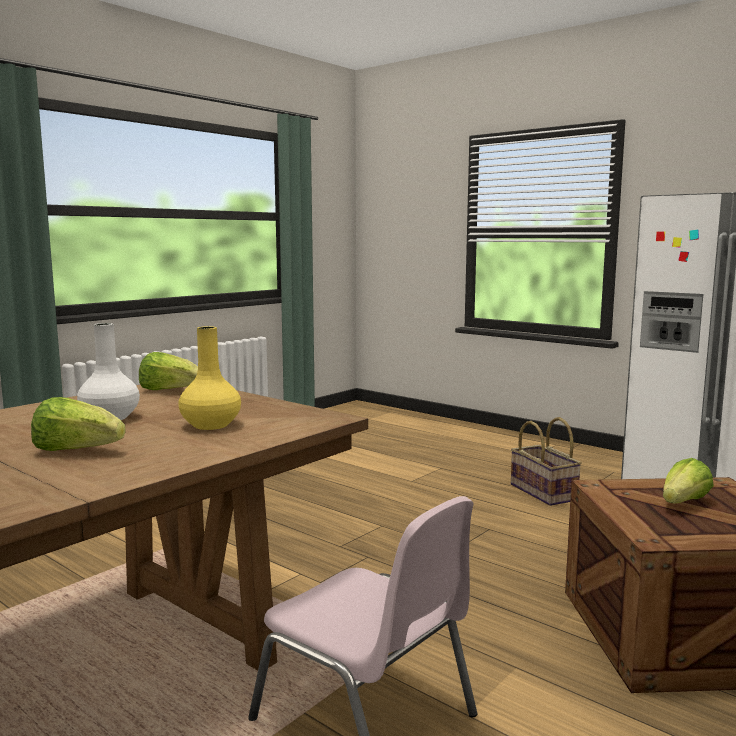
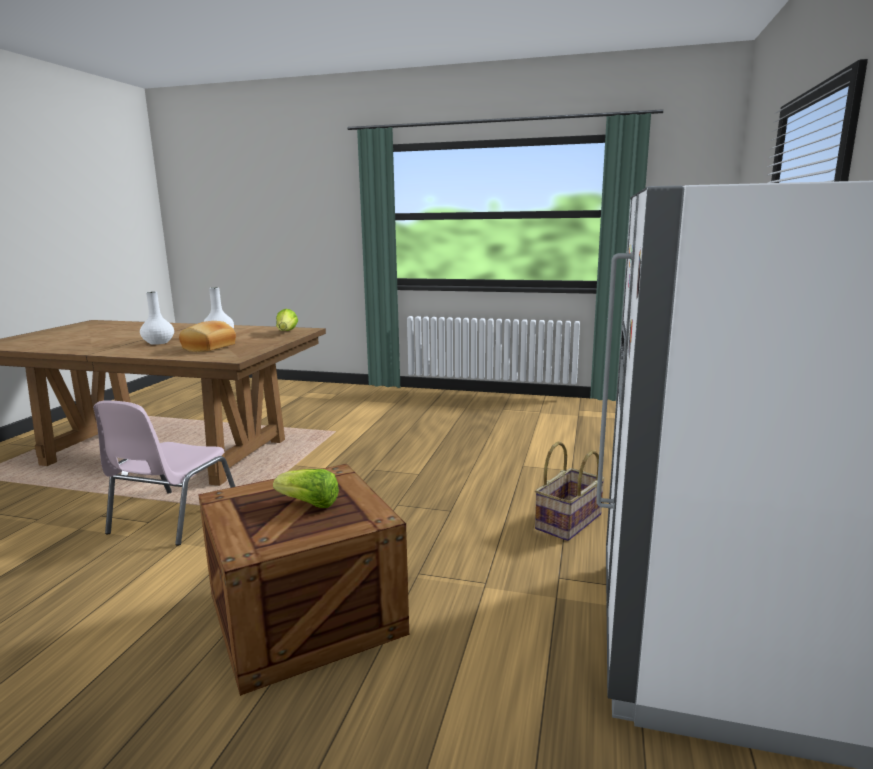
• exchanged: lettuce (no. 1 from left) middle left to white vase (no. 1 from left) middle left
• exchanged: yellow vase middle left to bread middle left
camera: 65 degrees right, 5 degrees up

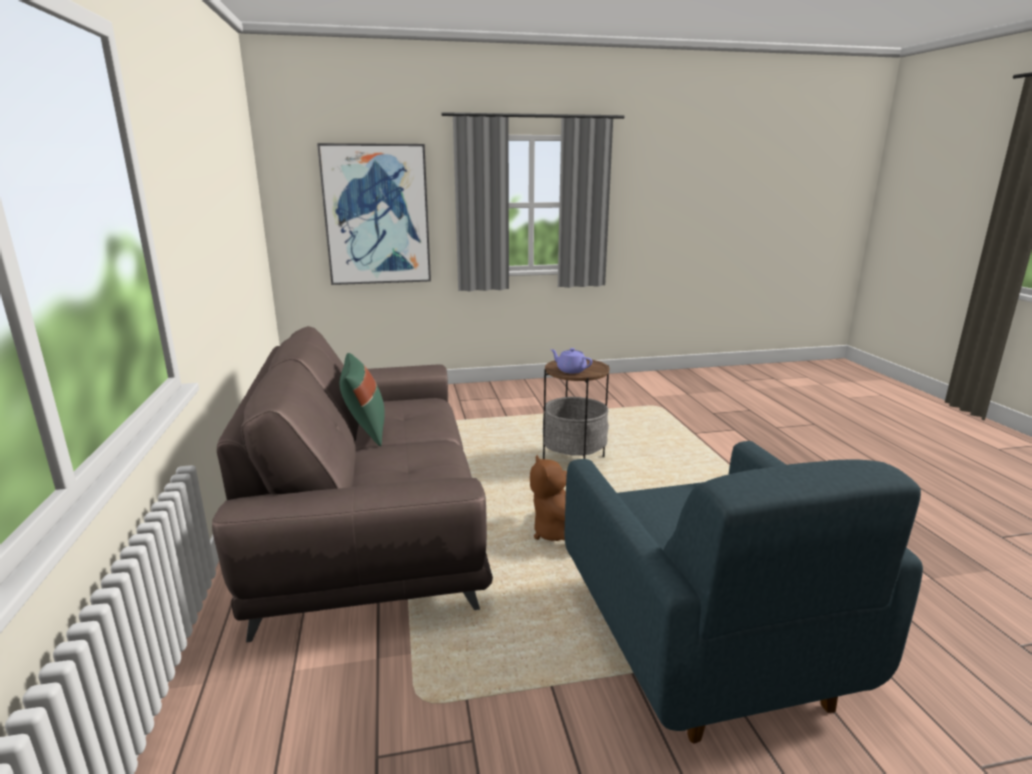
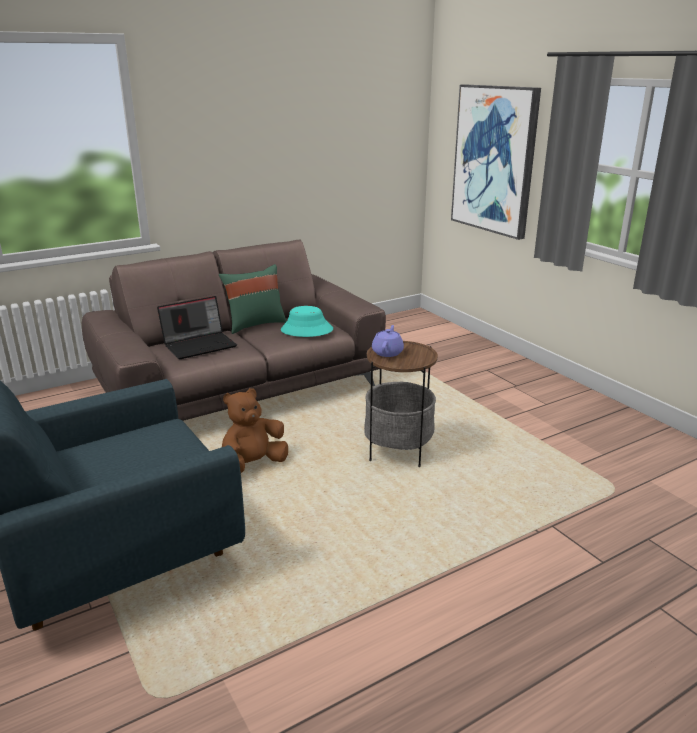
• appeared: laptop middle left
• appeared: turquoise hat centre
camera: 70 degrees right, 5 degrees up

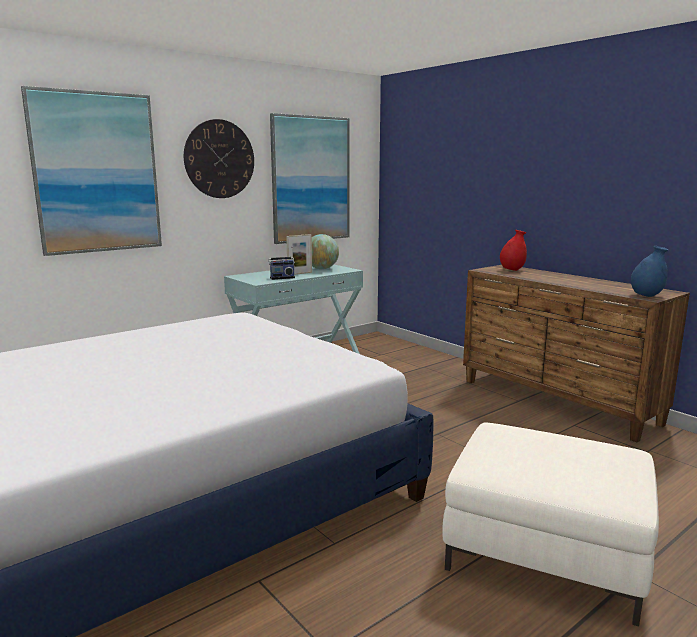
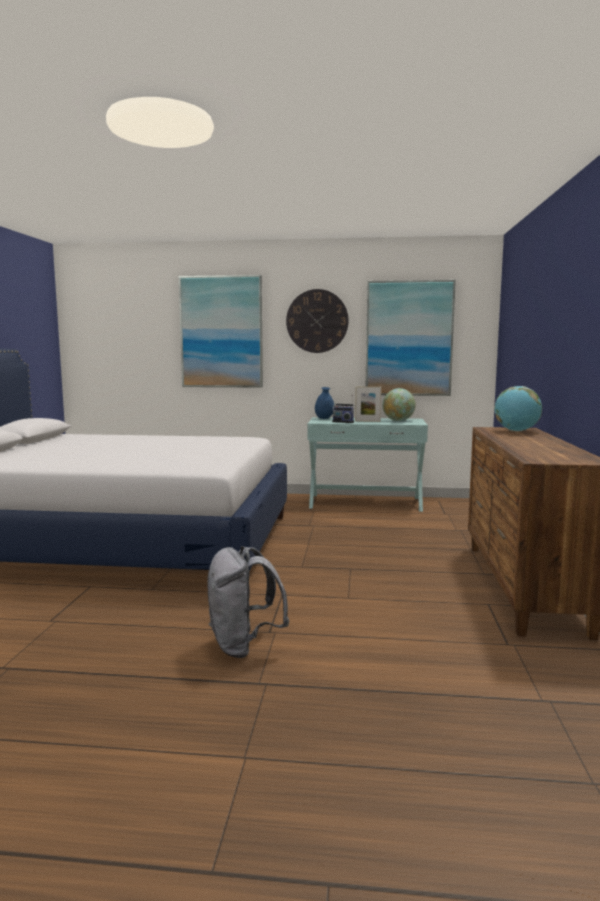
• exchanged: white ottoman bottom right to grey backpack bottom centre
• relocated: blue vase middle right to centre
• exchanged: red vase middle right to globe (no. 2 from left) middle right
camera: 45 degrees right, 5 degrees down

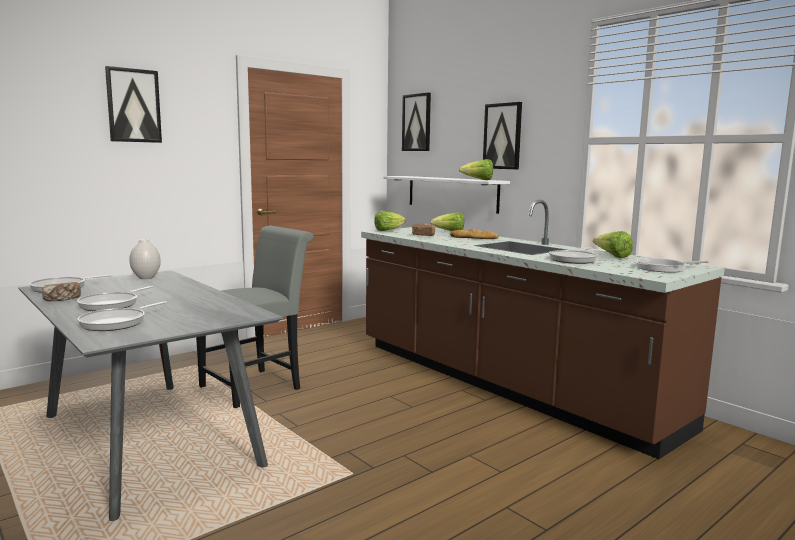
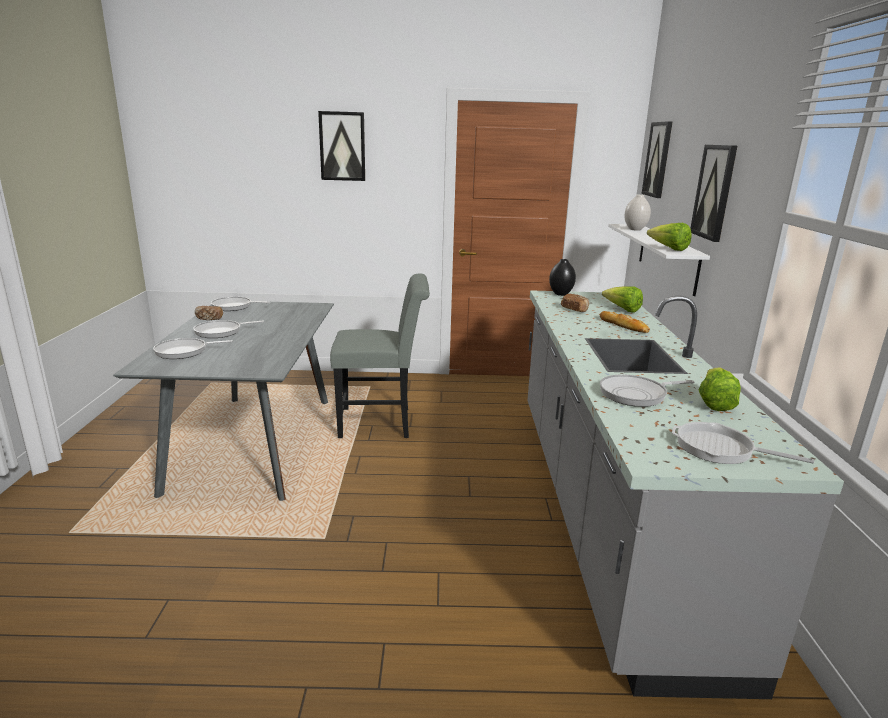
• colour: brown counter middle right to grey counter bottom right
• exchanged: lettuce (no. 1 from left) centre to black vase centre
• relocated: white vase middle left to top right
camera: 40 degrees right, 10 degrees up

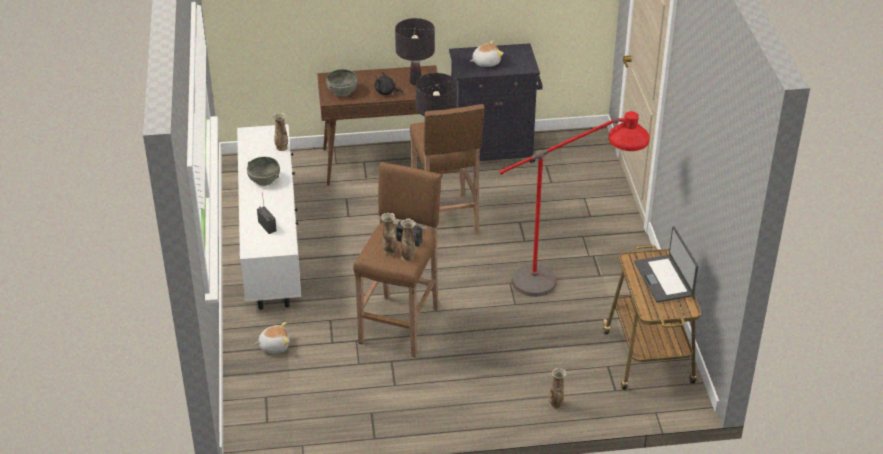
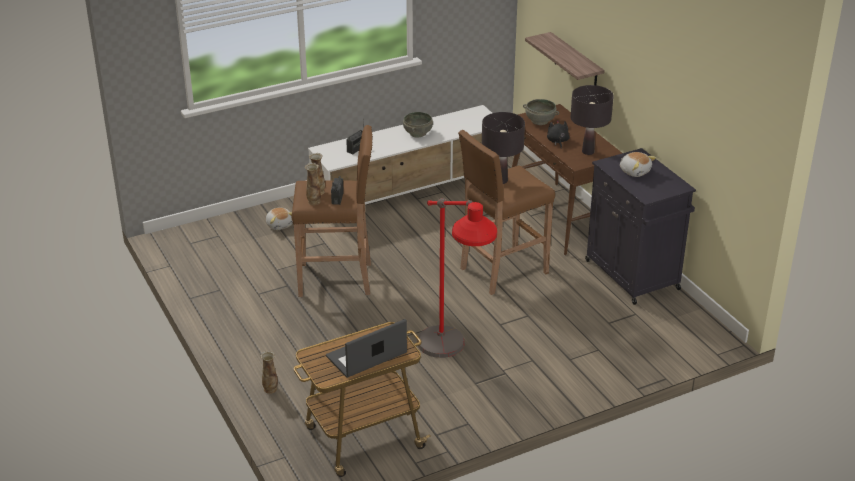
• appeared: shelf top centre
• missing: vase (no. 1 from left) top left
camera: 70 degrees right, 5 degrees down

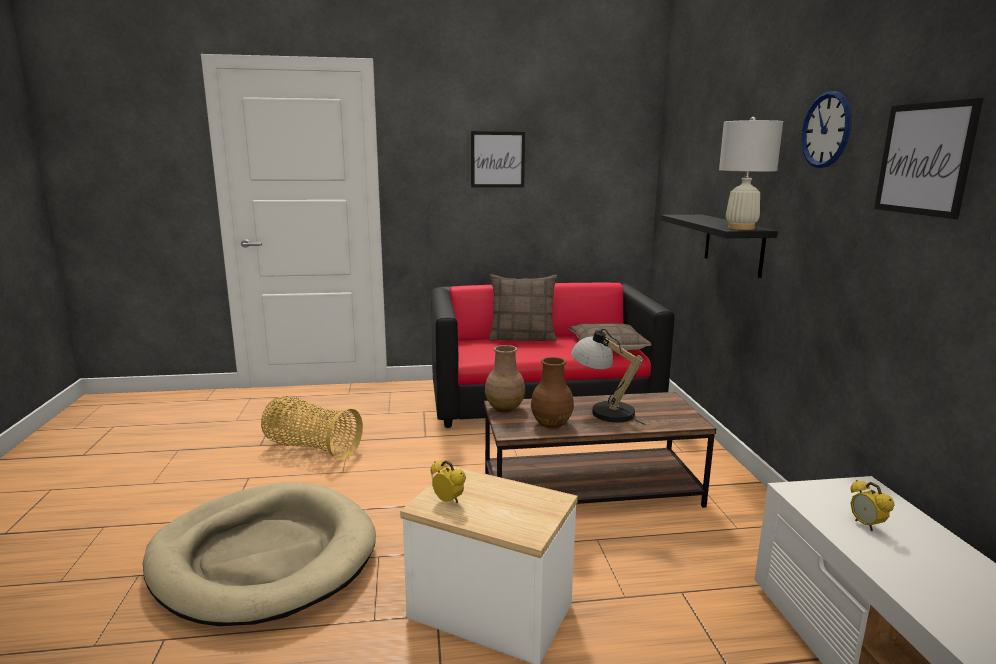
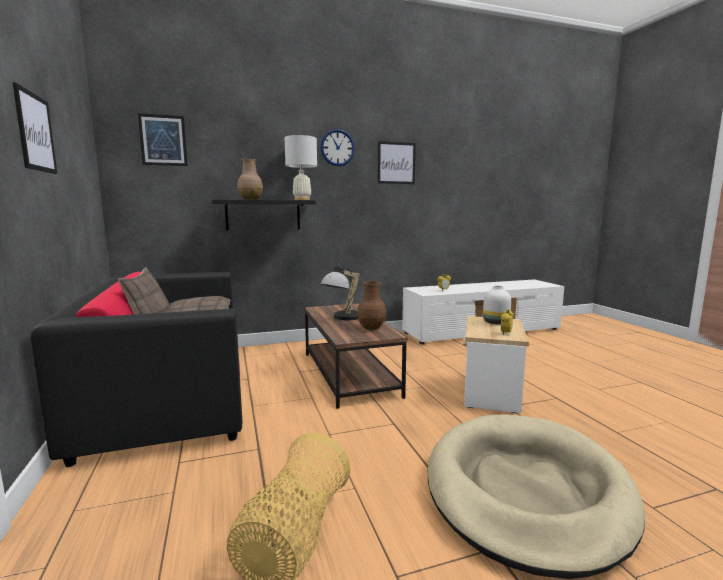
• appeared: picture (no. 2 from left) top left
• relocated: brown vase (no. 1 from left) centre to top centre
• appeared: white vase middle right
camera: 100 degrees left, 5 degrees down

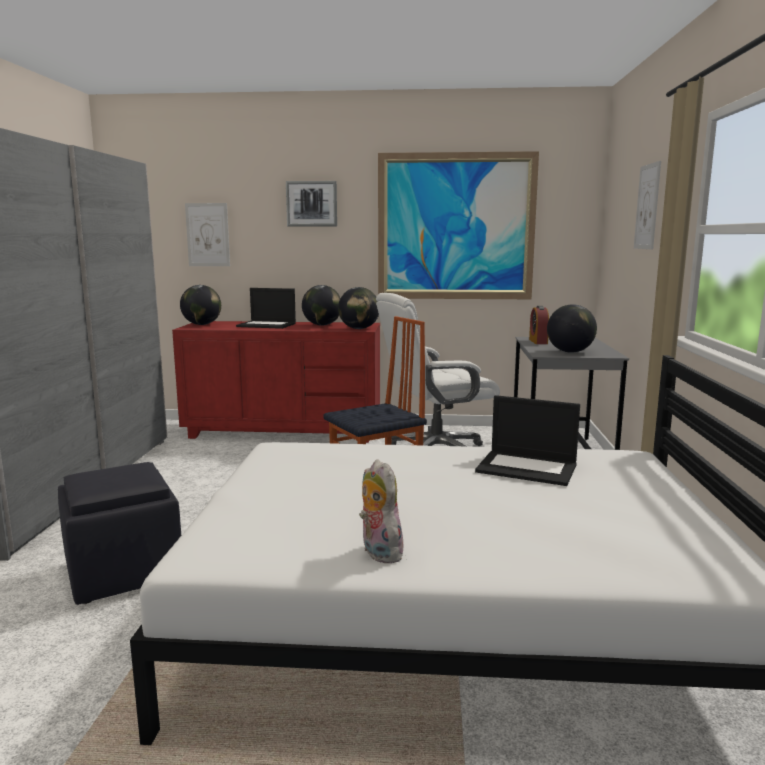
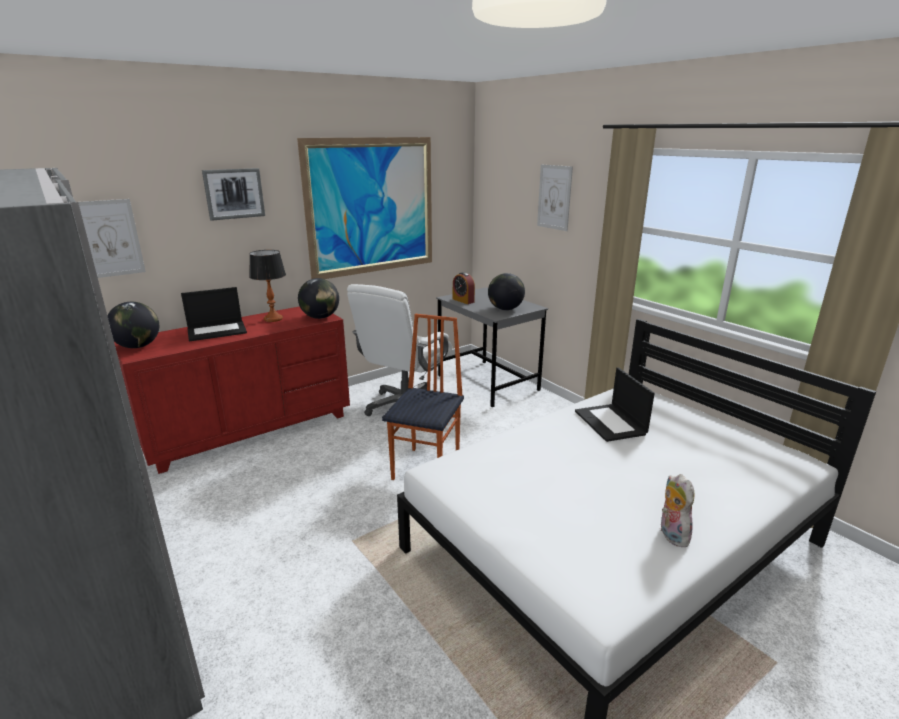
• exchanged: globe (no. 2 from left) centre to table lamp middle left
• spun: laptop (no. 2 from left) middle right = middle right 90 degrees clockwise
• spun: plush toy bottom centre = bottom right 60 degrees clockwise
• missing: black ottoman bottom left
camera: 40 degrees left, 10 degrees up

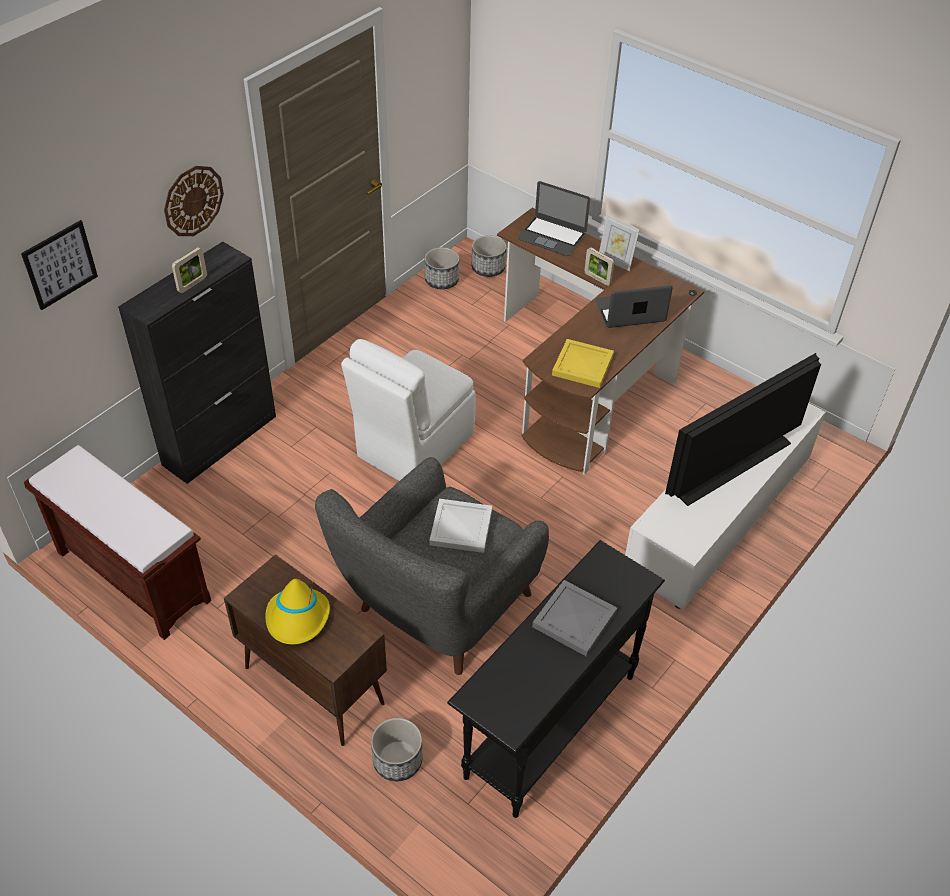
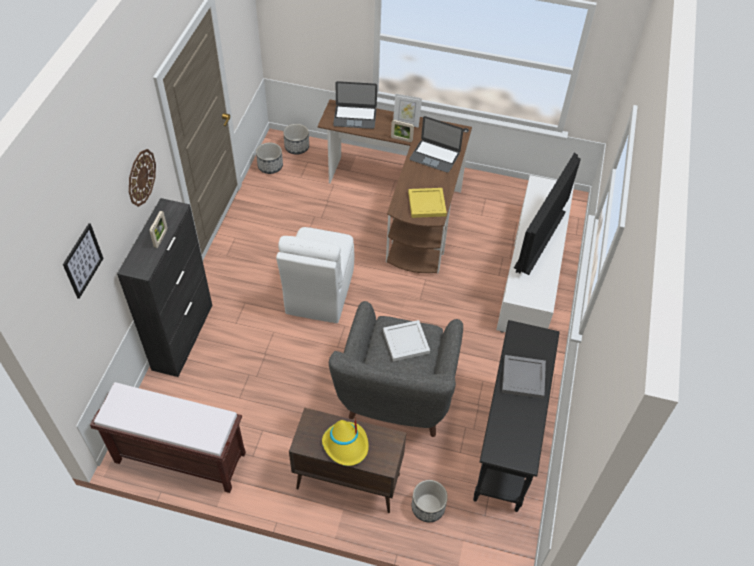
• spun: laptop (no. 2 from left) middle right = top centre 120 degrees counterclockwise
camera: 25 degrees left, 5 degrees up

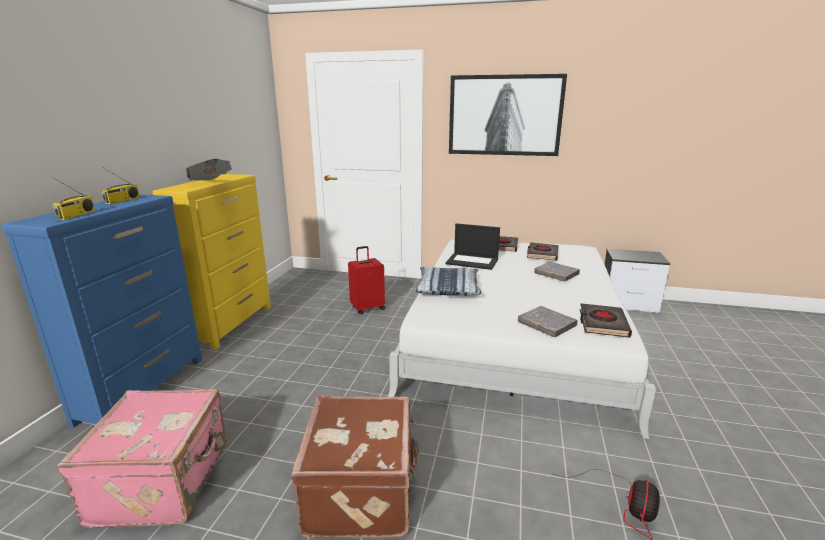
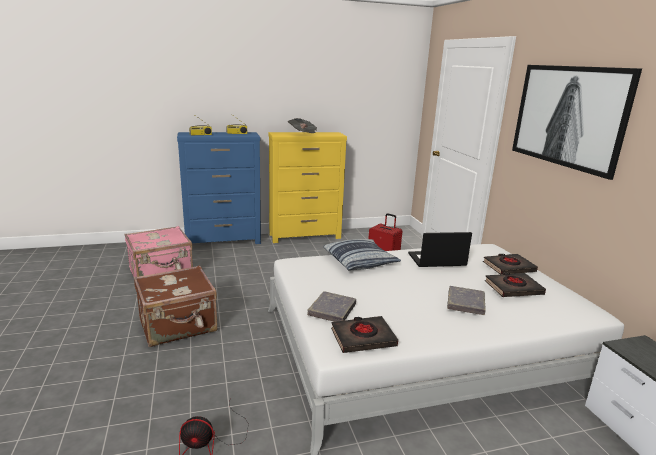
• spun: laptop centre = middle right 90 degrees clockwise
camera: 60 degrees right, 0 degrees up

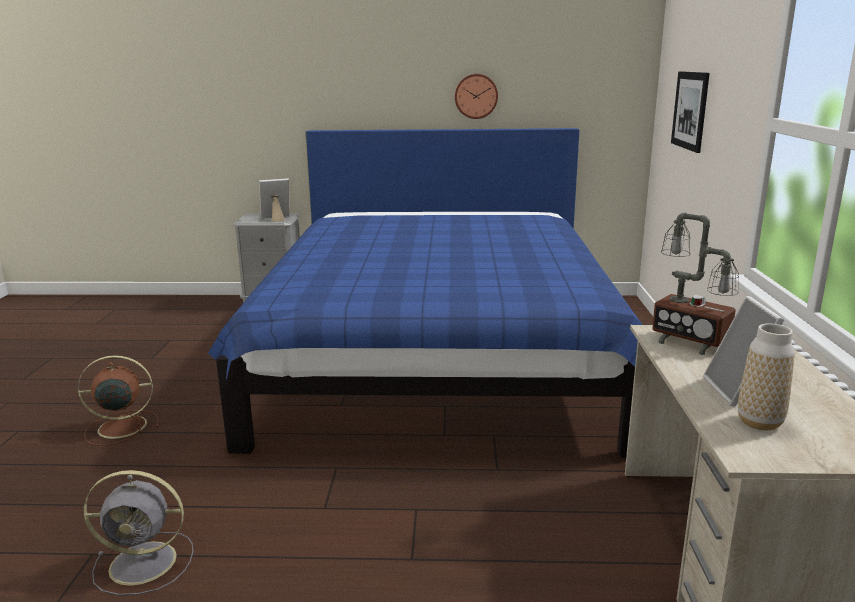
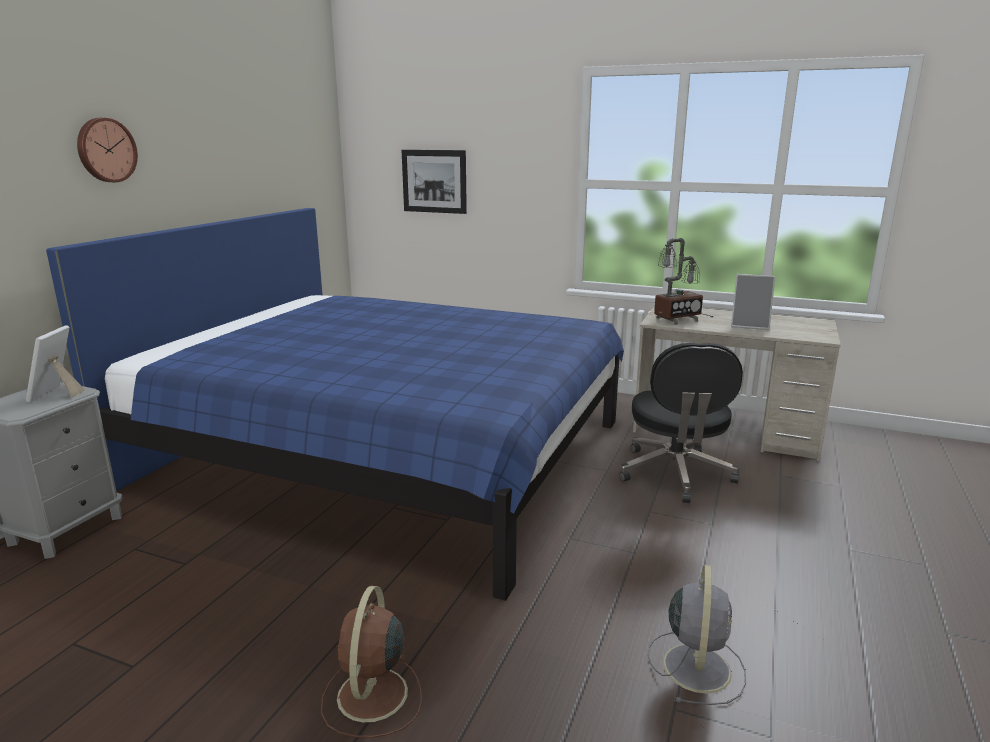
• relocated: wall clock top centre to top left
• appeared: black office chair middle right
• missing: vase middle right
camera: 70 degrees left, 0 degrees up

